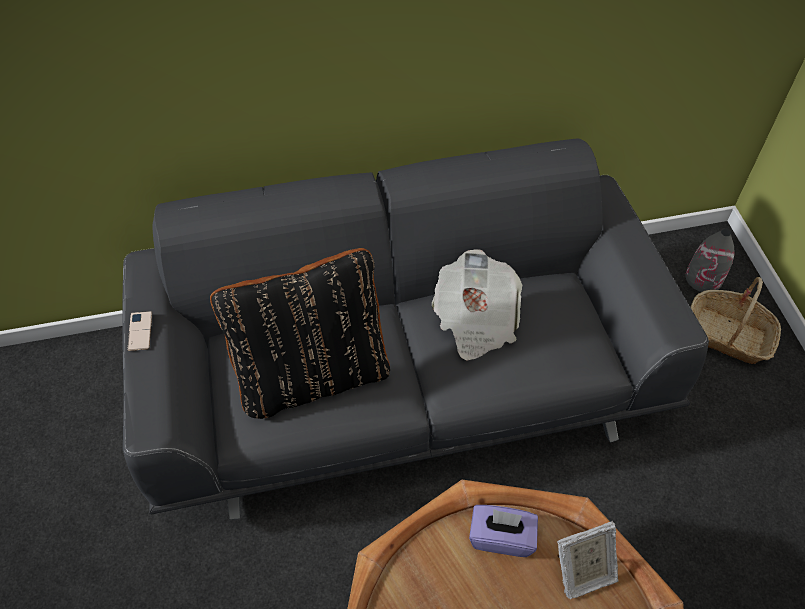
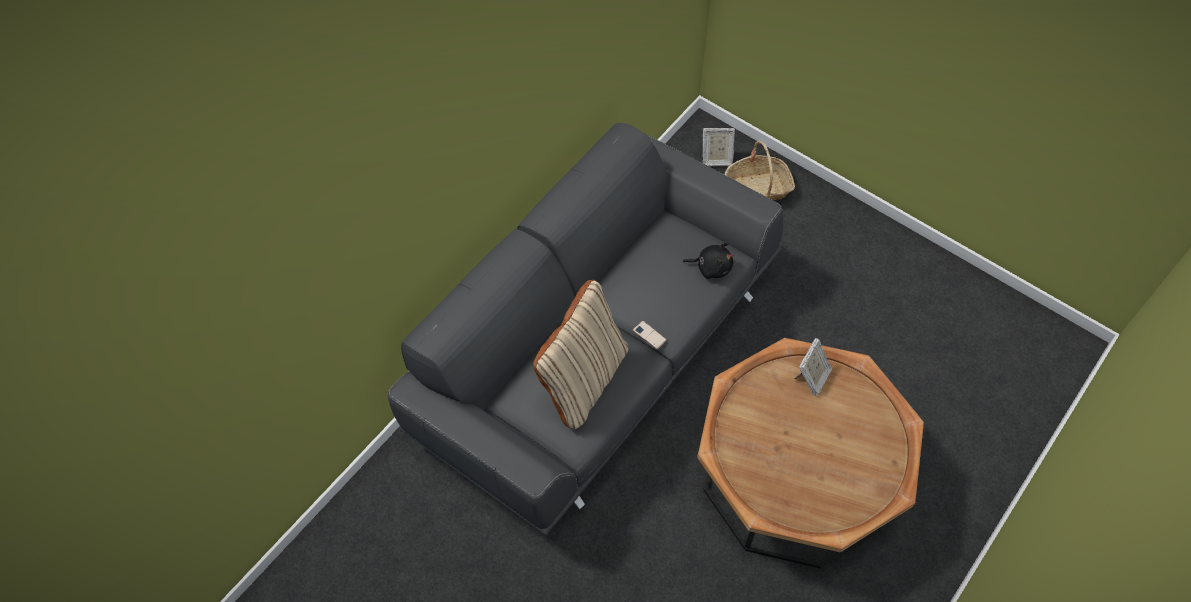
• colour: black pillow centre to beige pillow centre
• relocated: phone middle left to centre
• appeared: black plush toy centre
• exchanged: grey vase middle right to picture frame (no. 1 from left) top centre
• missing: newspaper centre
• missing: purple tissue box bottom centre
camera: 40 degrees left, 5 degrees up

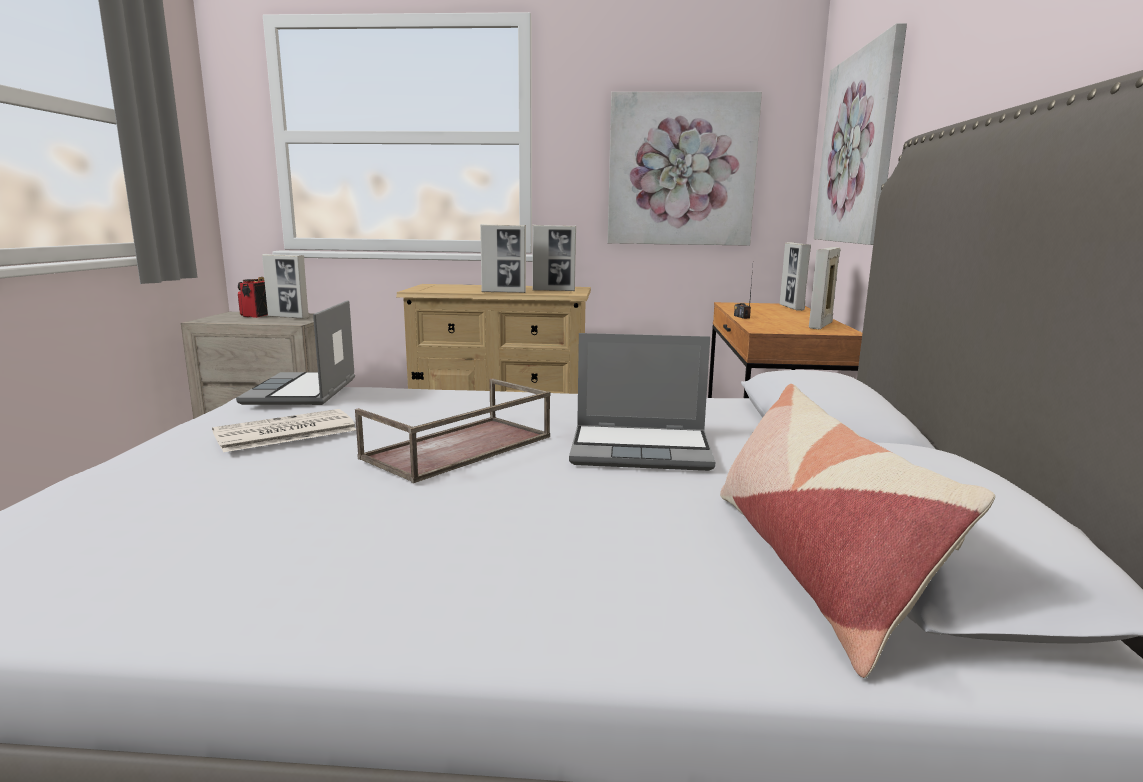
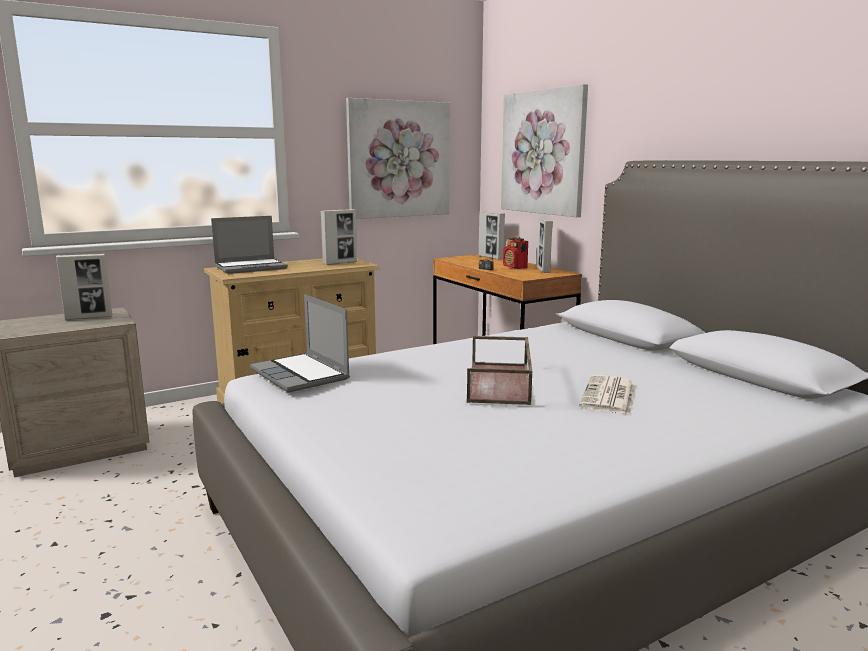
• relocated: laptop (no. 2 from left in the first image) centre to laptop (no. 1 from left) middle left
• relocated: radio (no. 1 from left in the first image) middle left to radio (no. 2 from left) centre
• relocated: newspaper middle left to middle right
• missing: picture frame (no. 2 from left) top centre
• missing: pillow bottom right
camera: 35 degrees left, 0 degrees up

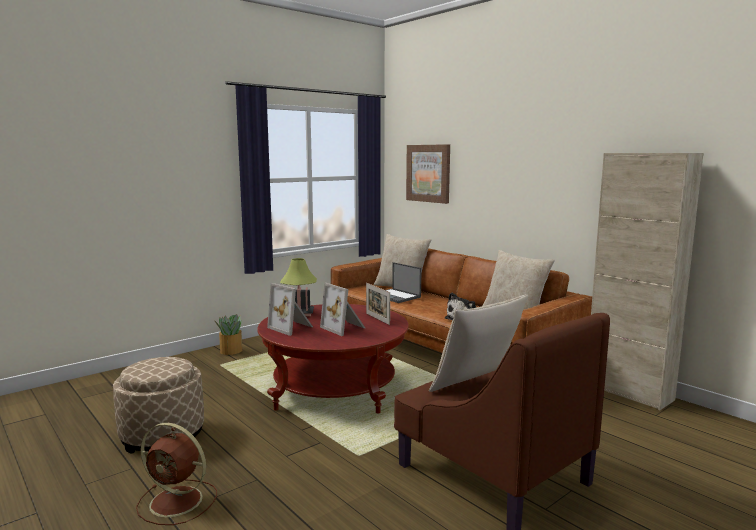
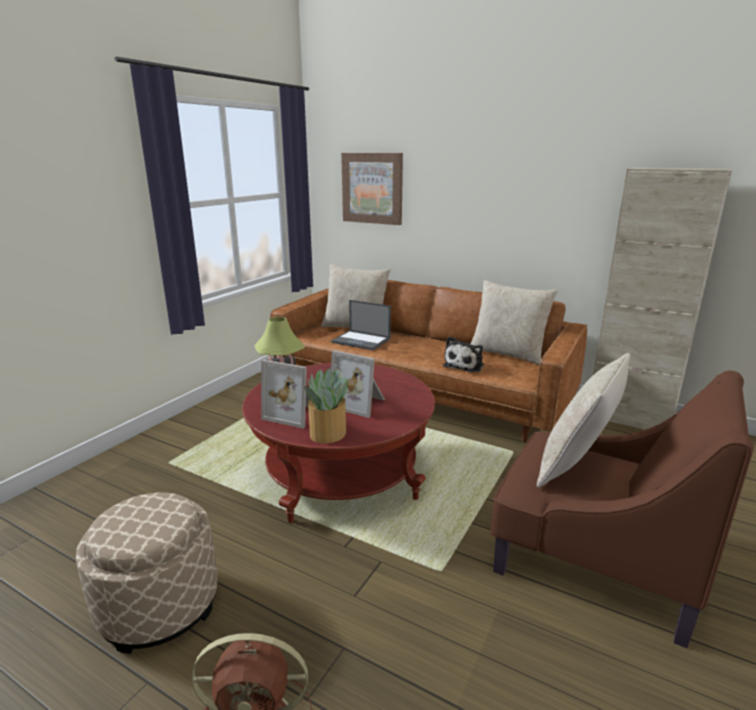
• relocated: potted plant middle left to centre
• missing: picture frame (no. 3 from left) centre
camera: 20 degrees left, 10 degrees up

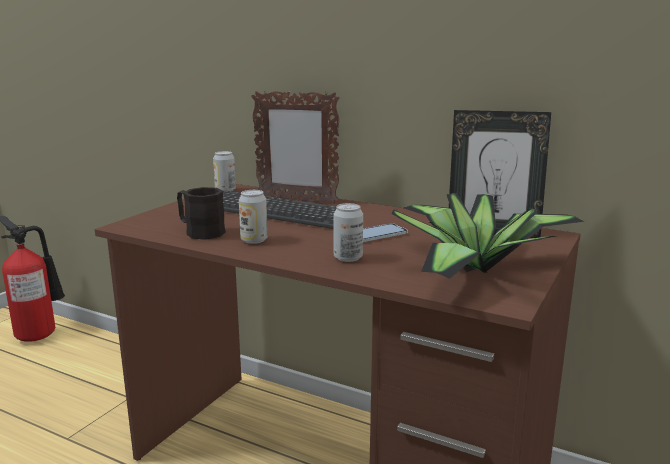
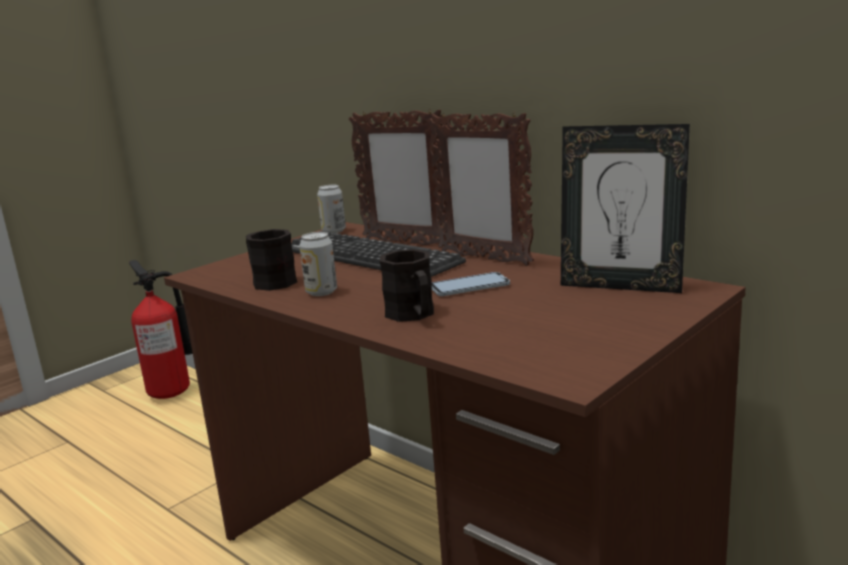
• exchanged: can (no. 3 from left) centre to black mug (no. 2 from left) centre
• appeared: picture frame (no. 2 from left) centre
• missing: potted plant middle right
camera: 15 degrees right, 0 degrees up

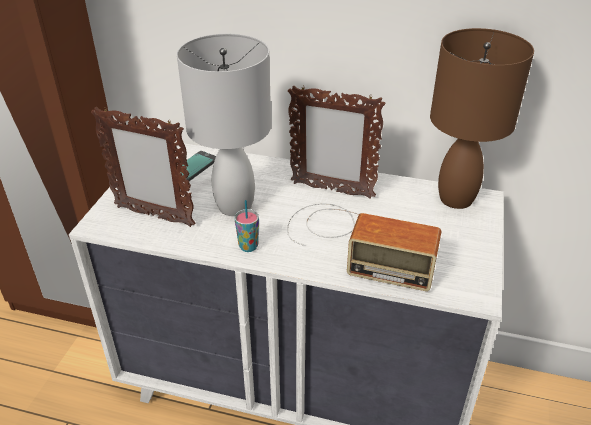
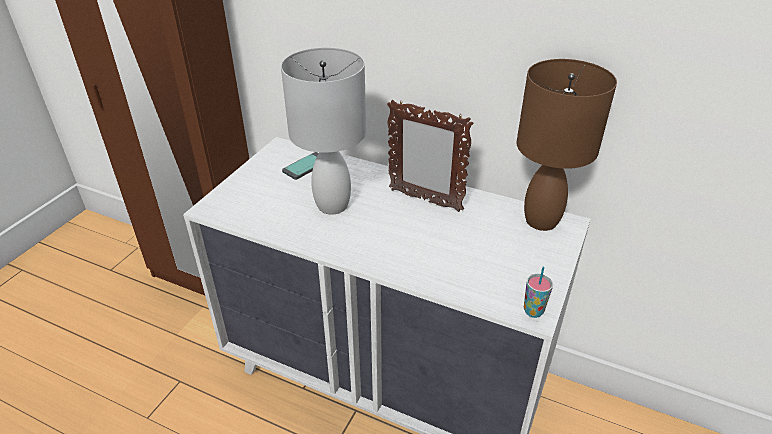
• relocated: cup centre to bottom right
• missing: picture frame (no. 1 from left) middle left
• missing: radio centre
camera: 10 degrees right, 0 degrees up

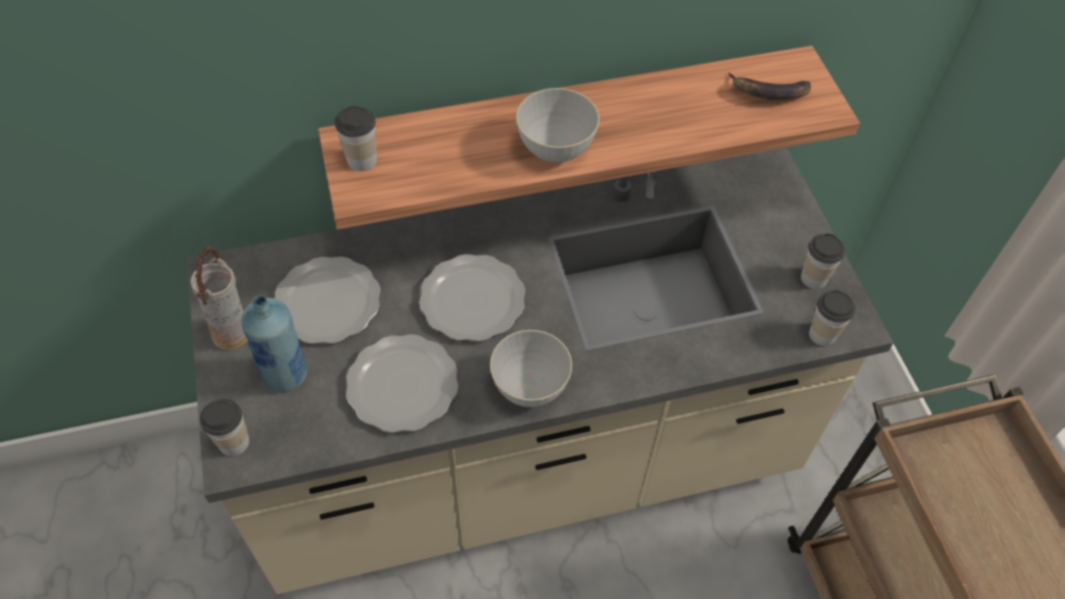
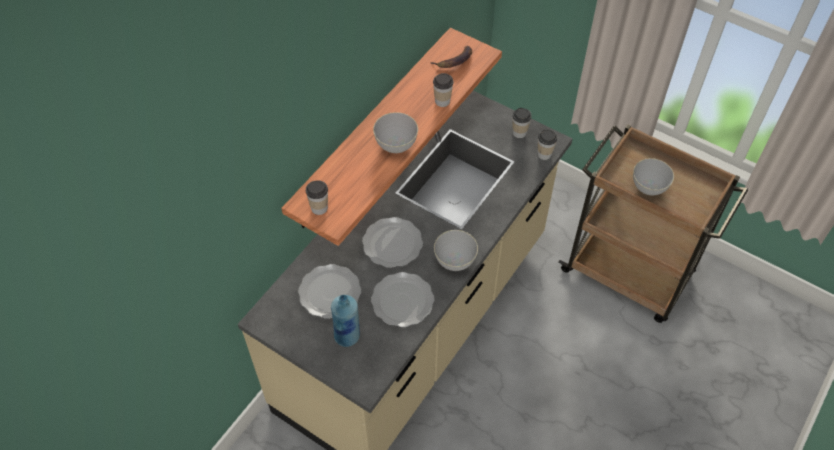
• relocated: cup (no. 1 from left in the first image) bottom left to cup (no. 2 from left) top centre
• appeared: grey bowl (no. 3 from left) middle right
• missing: vase middle left
camera: 40 degrees left, 0 degrees up

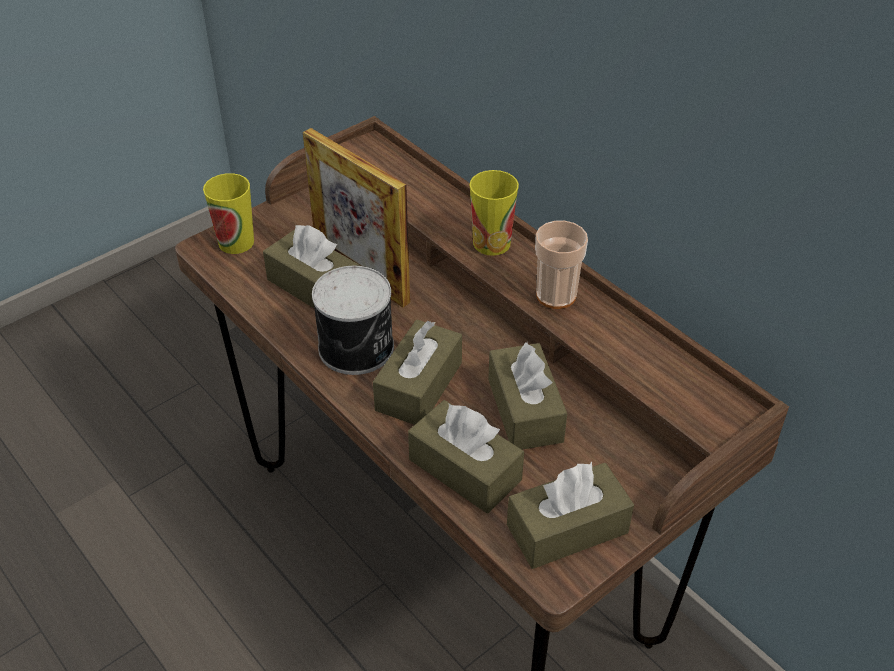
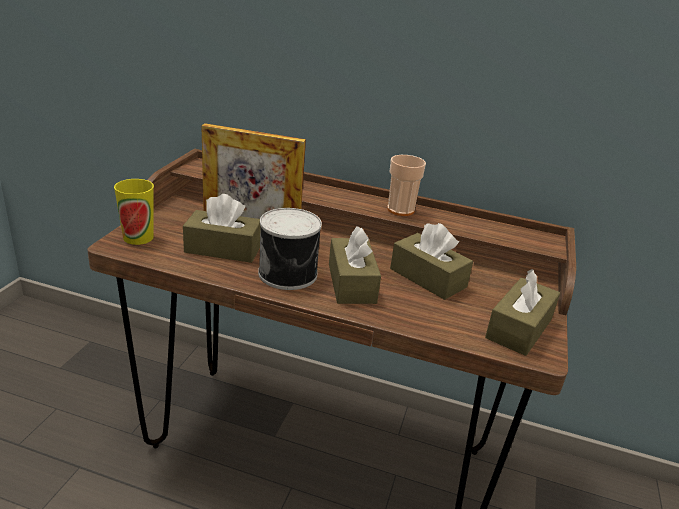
• missing: brown tissue box (no. 3 from left) bottom centre
• missing: cup (no. 2 from left) top centre
camera: 35 degrees left, 15 degrees down

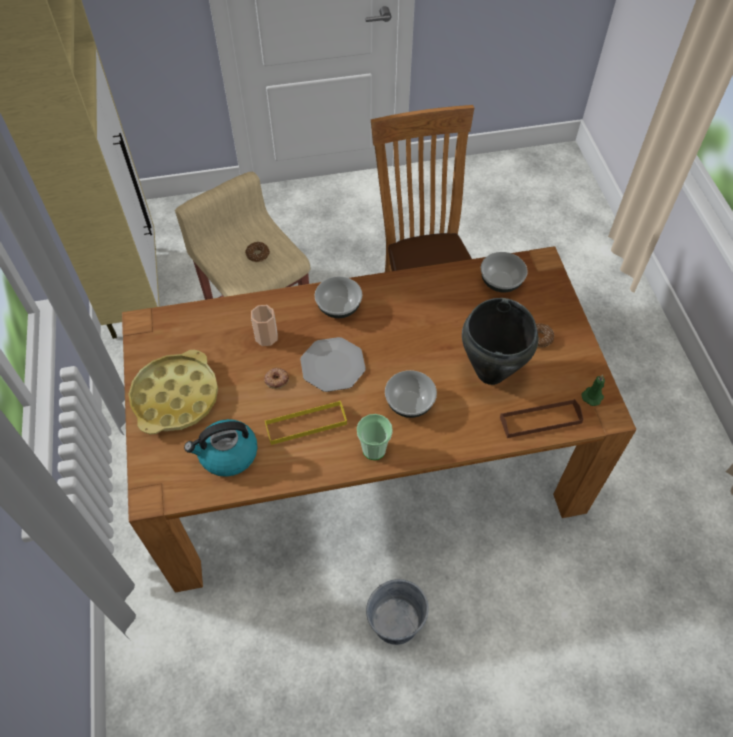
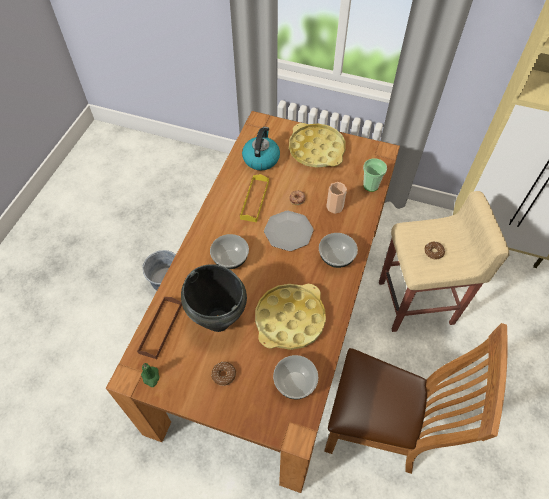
• appeared: yellow tray (no. 2 from left) centre
• relocated: cup (no. 2 from left) centre to middle right
camera: 120 degrees right, 0 degrees up

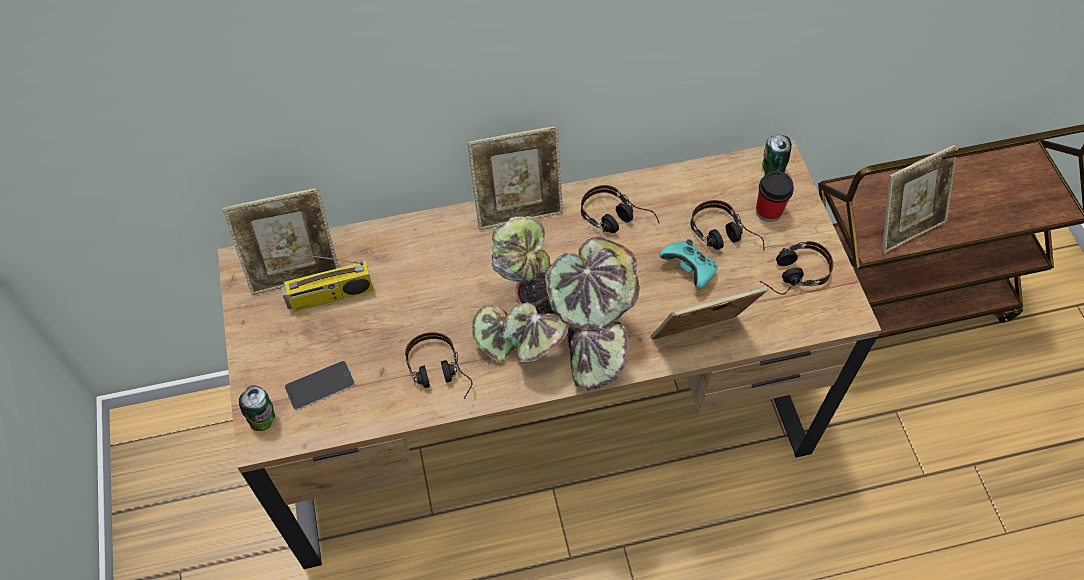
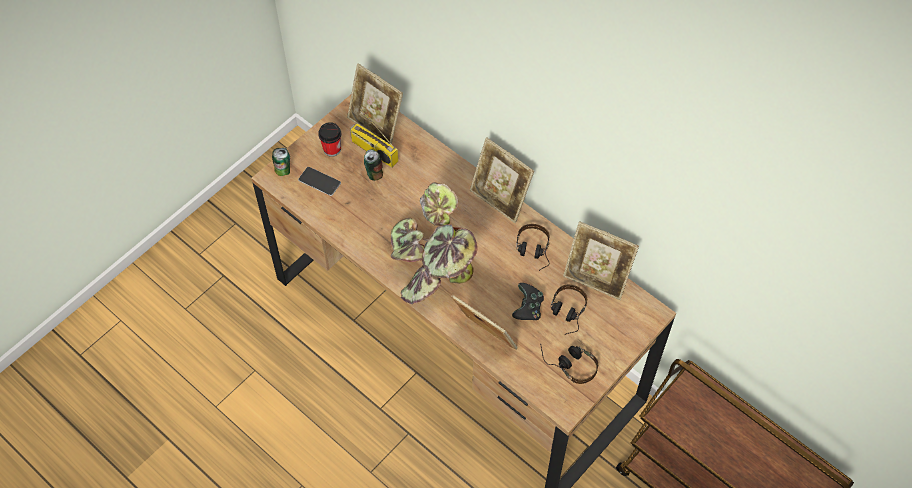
• relocated: cup middle right to top centre
• relocated: can (no. 2 from left) top right to centre
• colour: turquoise game controller centre to black game controller centre
• relocated: picture frame (no. 4 from left) middle right to centre
• missing: headphones (no. 1 from left) centre
camera: 55 degrees right, 0 degrees up

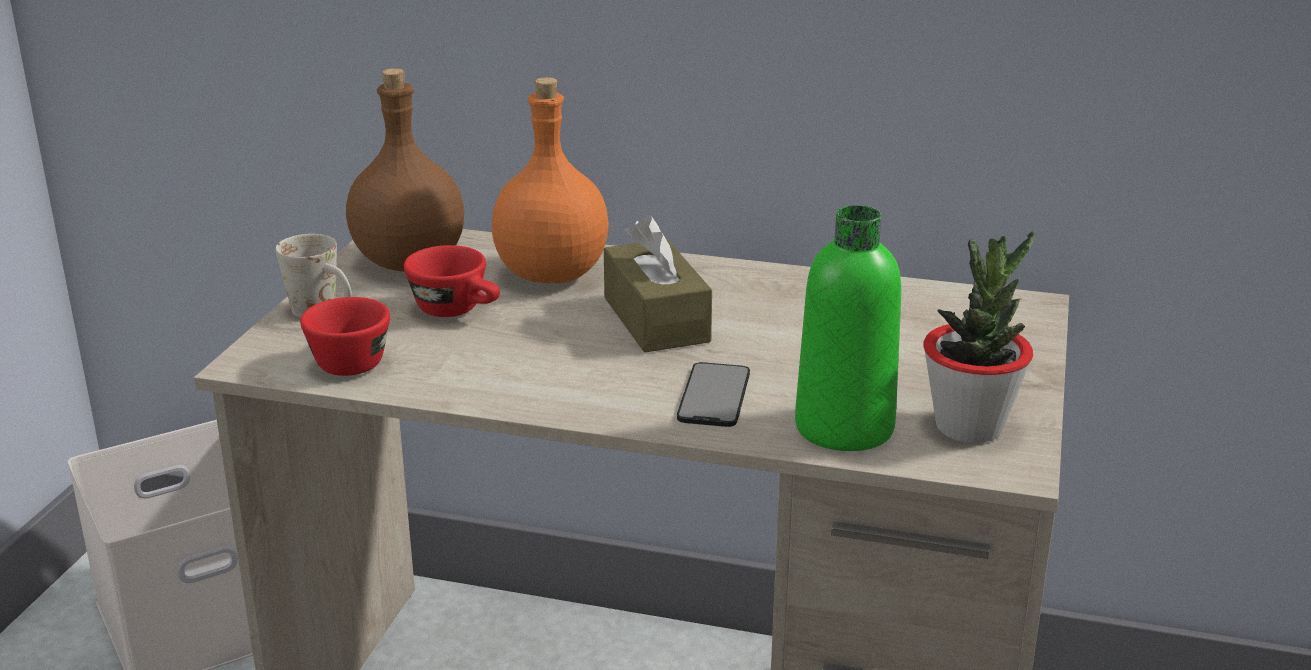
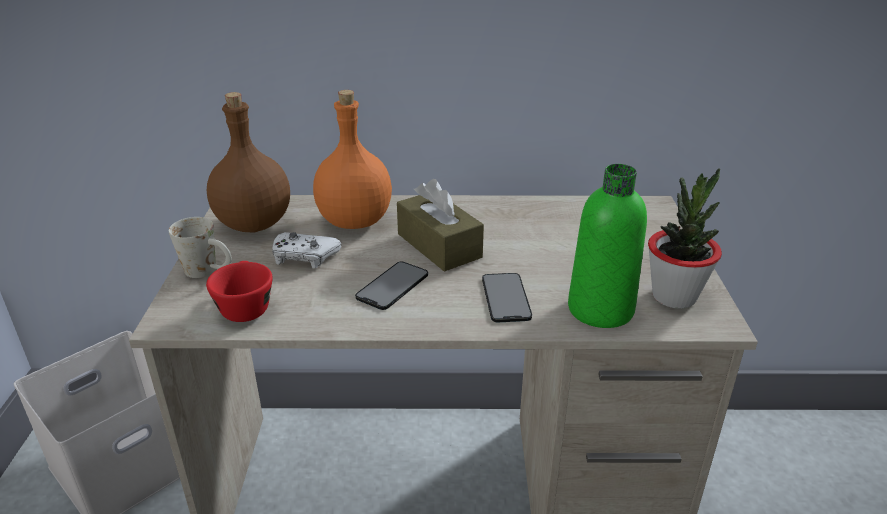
• exchanged: red cup (no. 2 from left) centre to white game controller centre
• appeared: phone (no. 1 from left) centre
camera: 15 degrees left, 5 degrees up

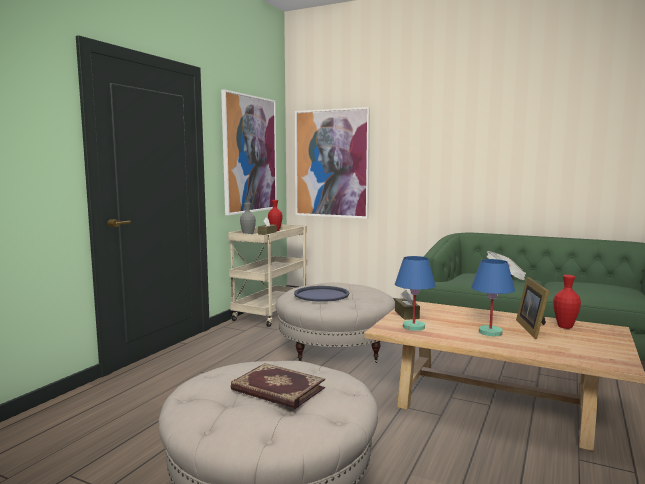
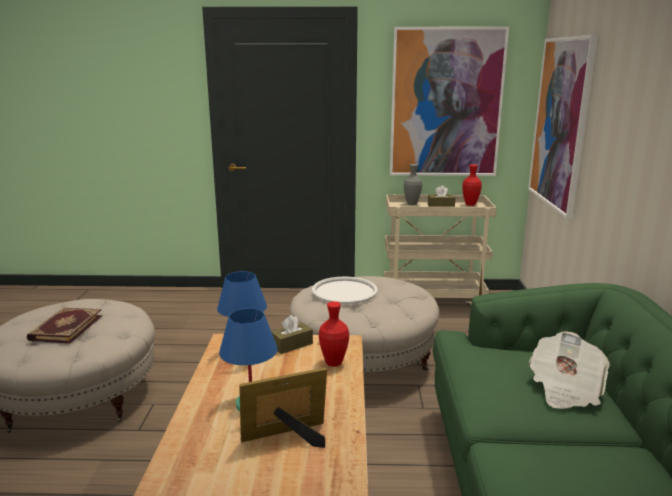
• colour: blue tray centre to white tray centre
• relocated: red vase (no. 2 from left in the first image) middle right to red vase (no. 1 from left) bottom centre
camera: 65 degrees right, 10 degrees up

